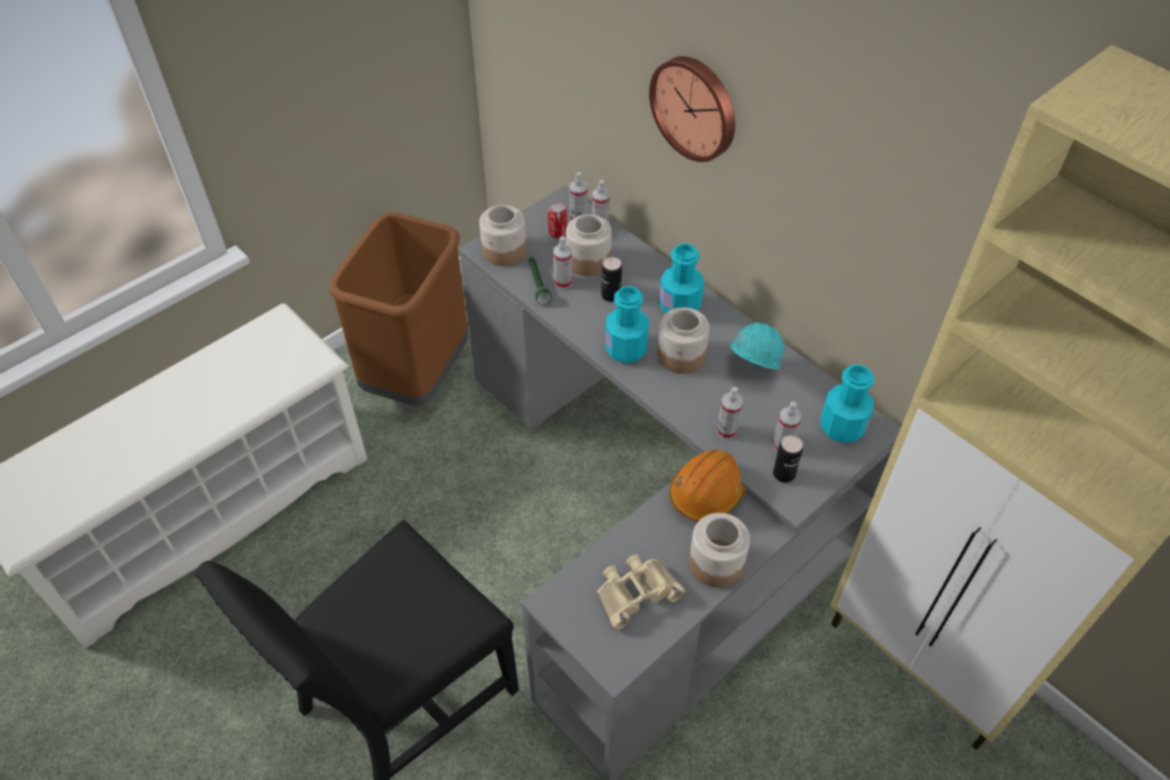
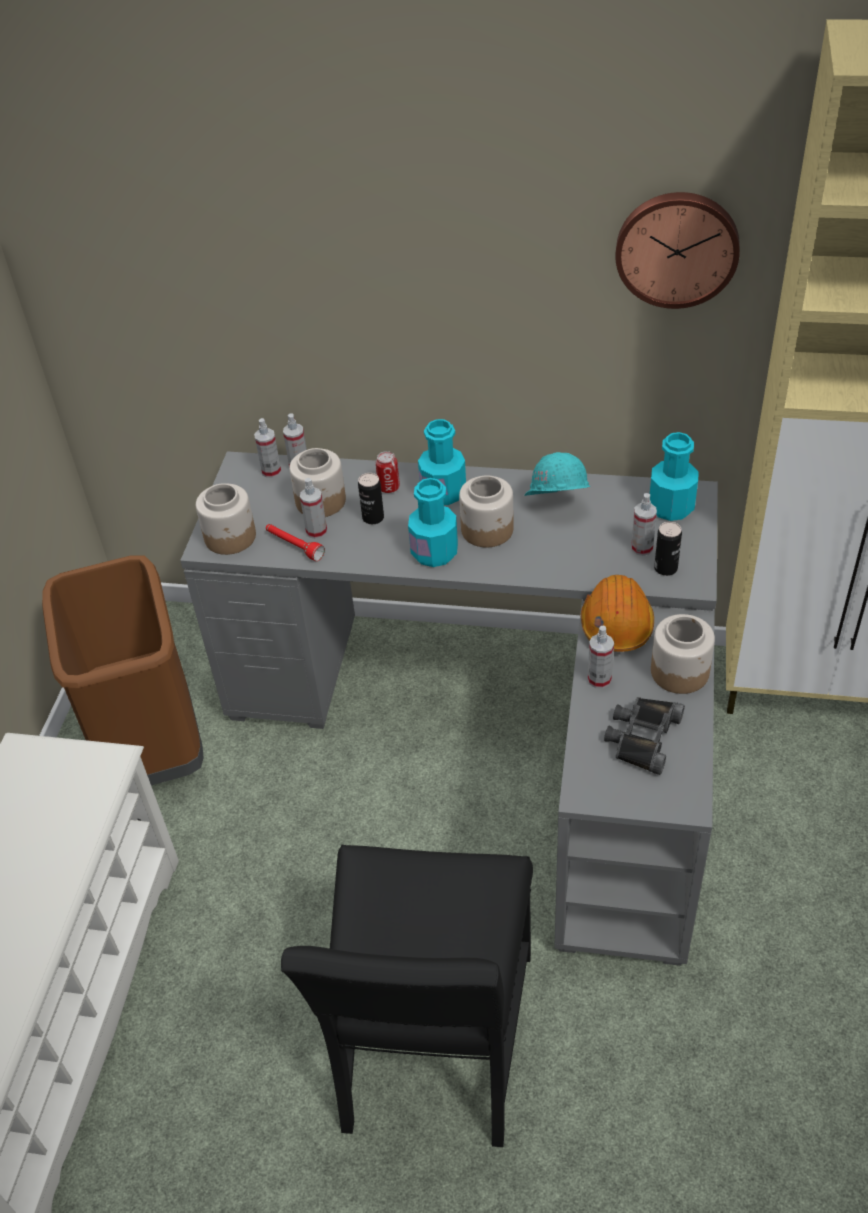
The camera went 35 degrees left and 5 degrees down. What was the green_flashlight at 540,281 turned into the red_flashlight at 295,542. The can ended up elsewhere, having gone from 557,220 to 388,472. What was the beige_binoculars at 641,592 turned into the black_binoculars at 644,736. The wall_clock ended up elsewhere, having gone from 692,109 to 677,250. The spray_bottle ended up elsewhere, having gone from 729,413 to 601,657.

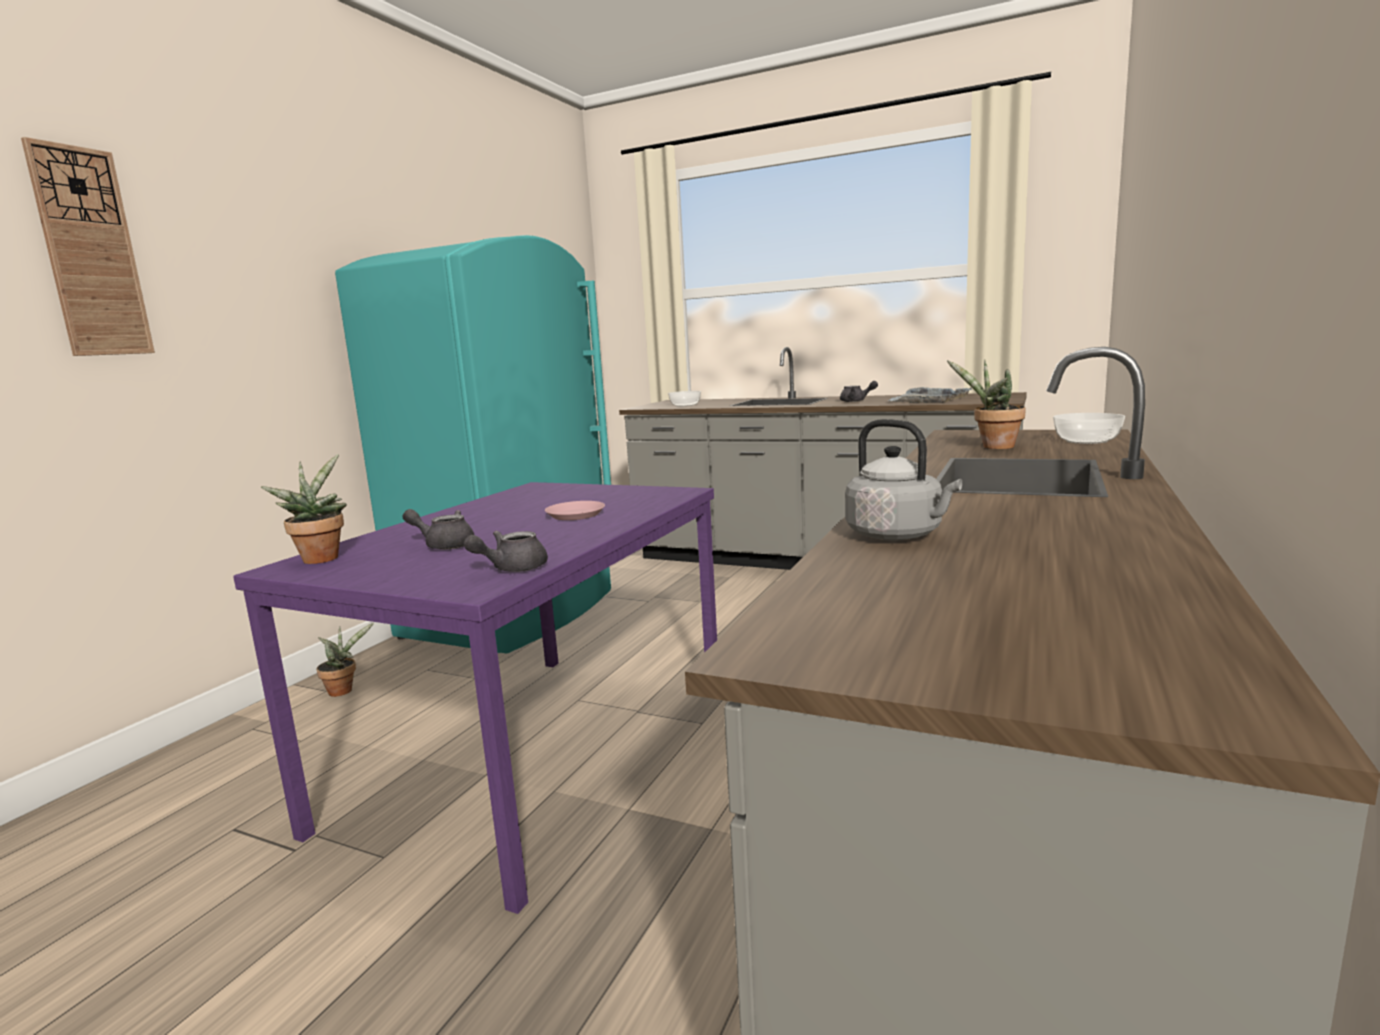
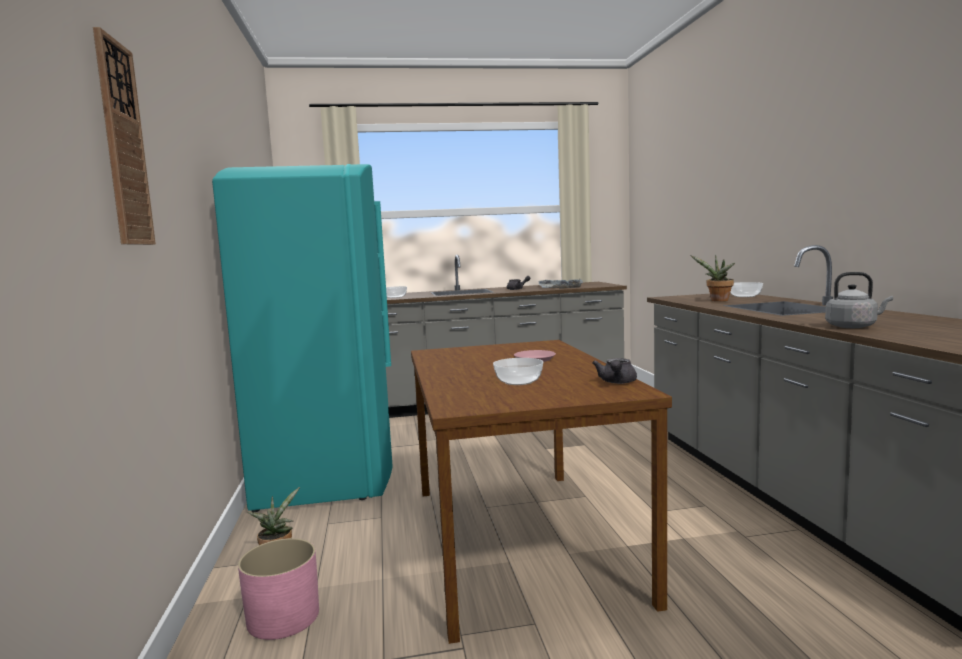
The camera went 35 degrees left and 5 degrees down. What was the purple_dining_table at 475,698 turned into the brown_dining_table at 541,492. The second view lost the potted_plant at 304,509. Where the grey_teapot stood at 438,529, the bowl came to stand at 518,371. The second view gained the pink_planter at 278,589.

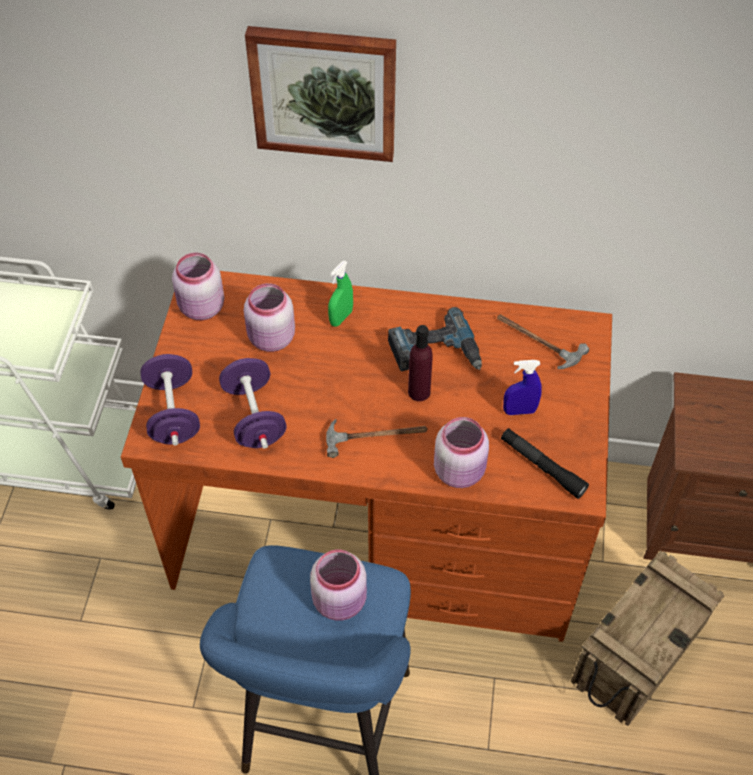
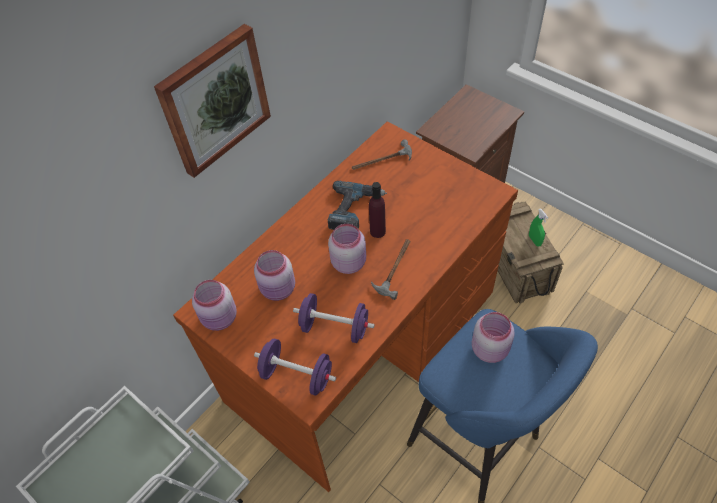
The camera went 55 degrees left and 0 degrees up. The green_spray_bottle ended up elsewhere, having gone from 340,293 to 538,228. The pink_jar ended up elsewhere, having gone from 461,452 to 347,249. The second view lost the black_flashlight at 545,463. The second view lost the blue_spray_bottle at 522,387.

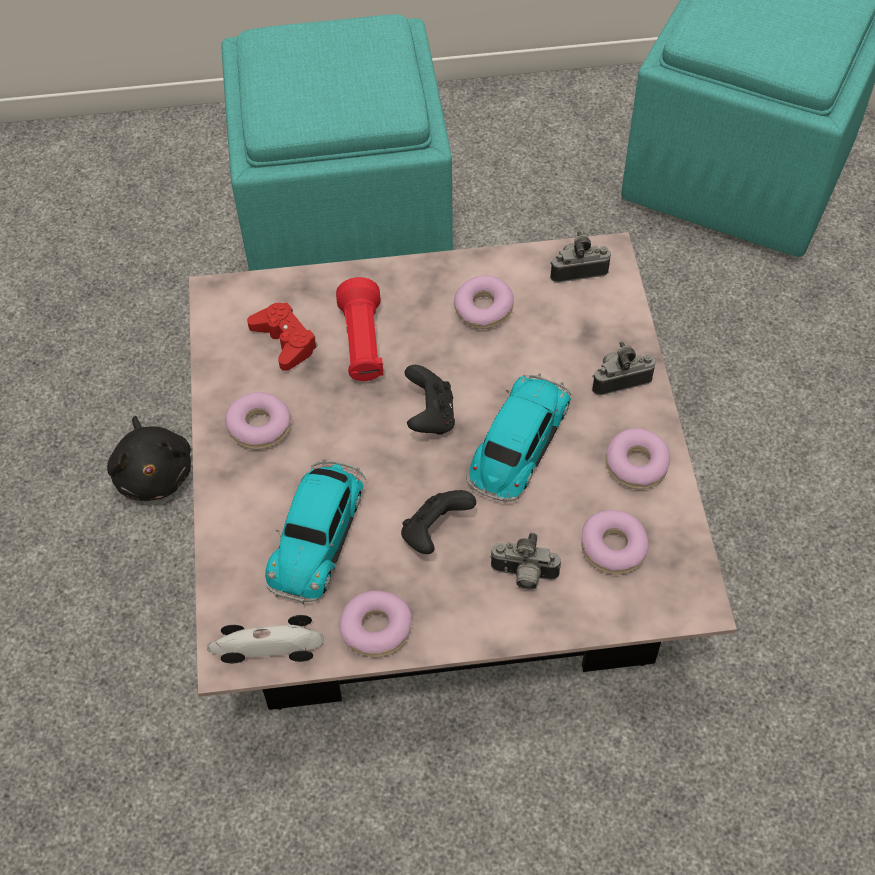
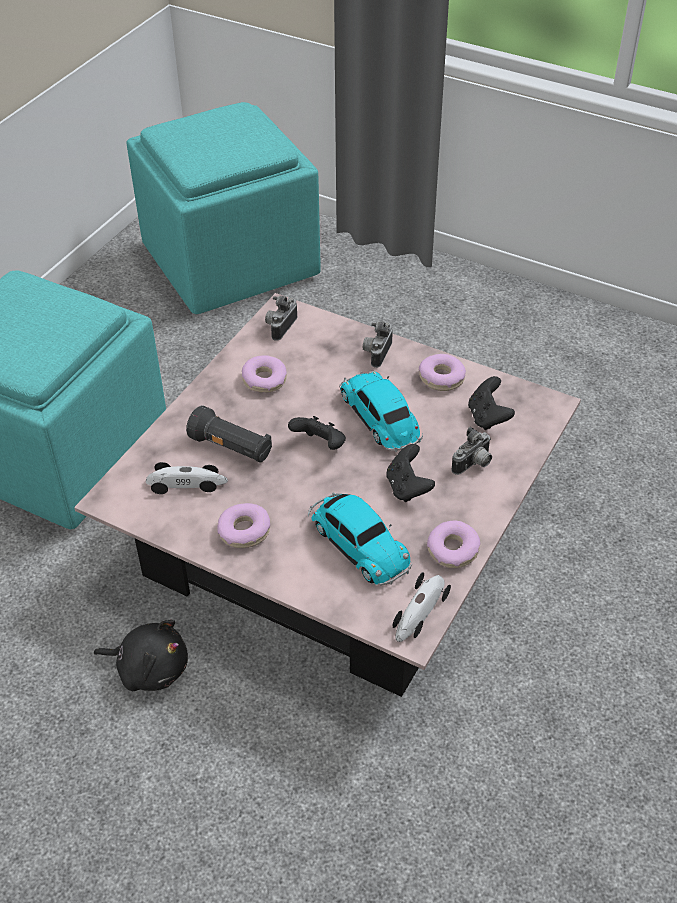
The camera went 55 degrees left and 10 degrees down. Where the red_game_controller stood at 282,337, the toy_car came to stand at 187,478. What was the red_flashlight at 360,329 turned into the black_flashlight at 229,434. Where the donut stood at 615,542, the black_game_controller came to stand at 491,403.

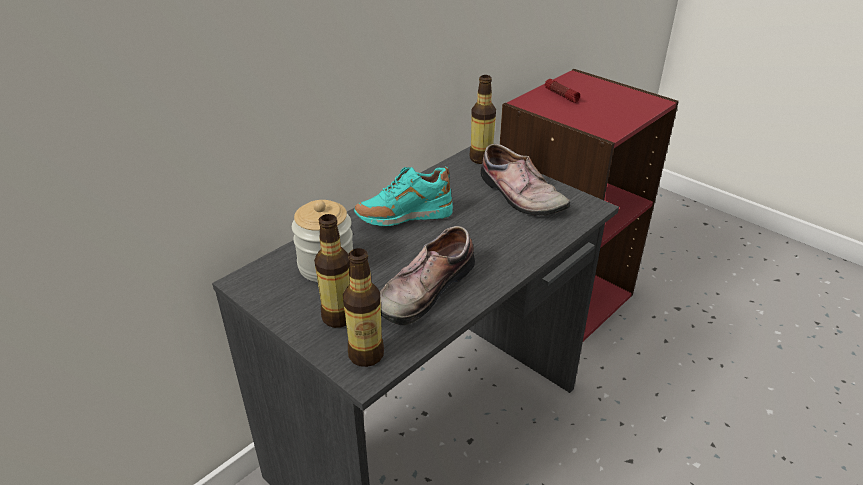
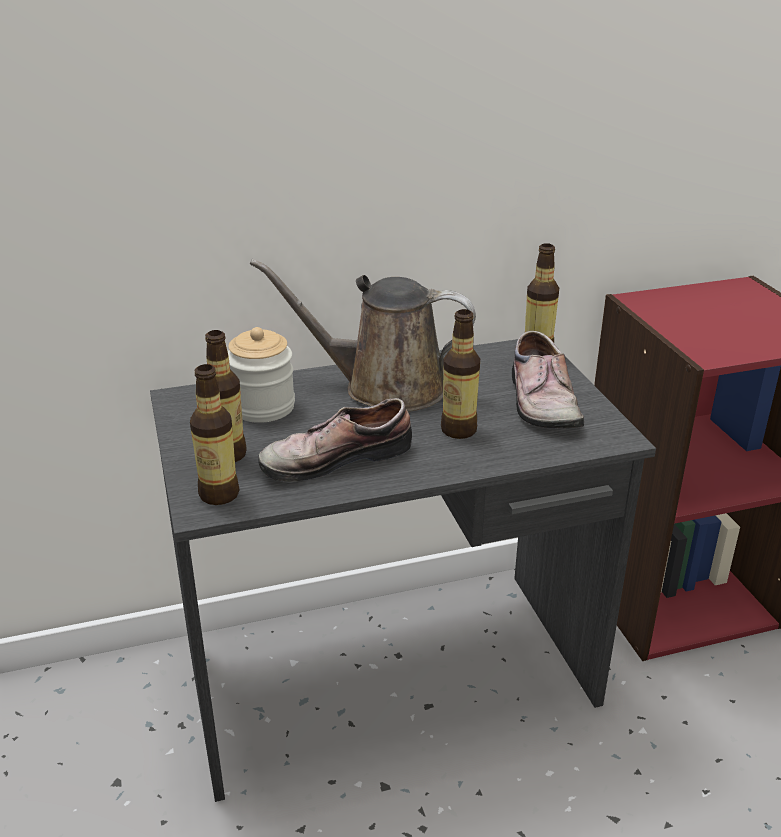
The camera went 30 degrees right and 5 degrees down. Where the turquoise_shoe stood at 403,196, the brown_watering_can came to stand at 363,335. The second view lost the flashlight at 562,91. The second view gained the bottle at 460,374.

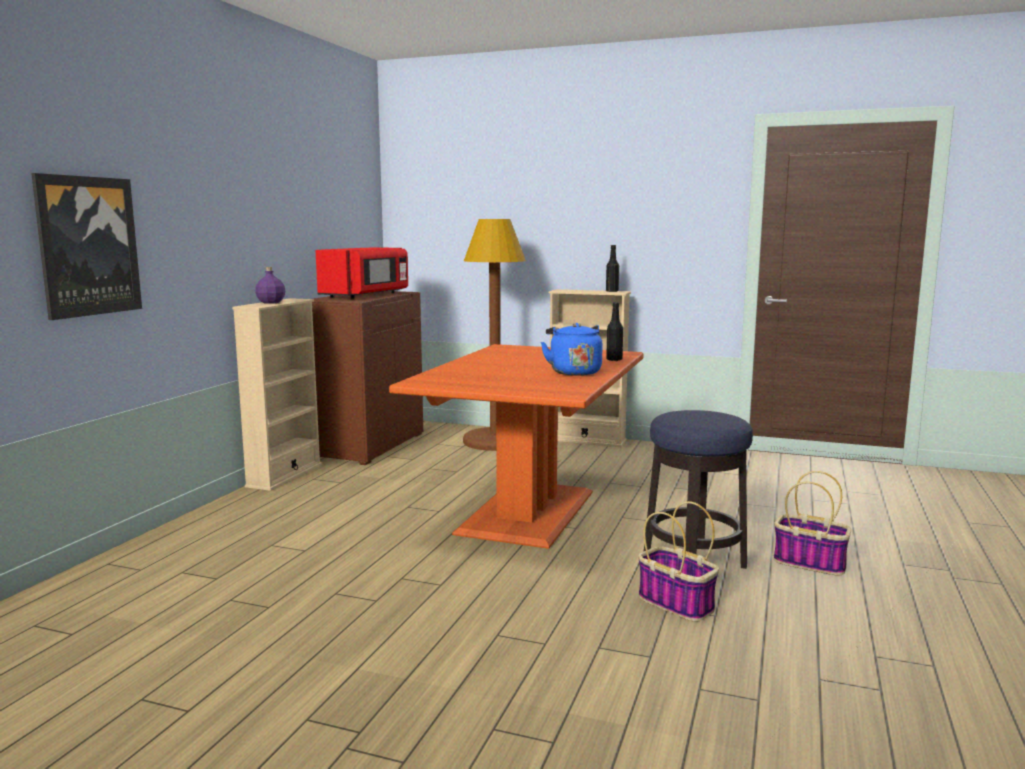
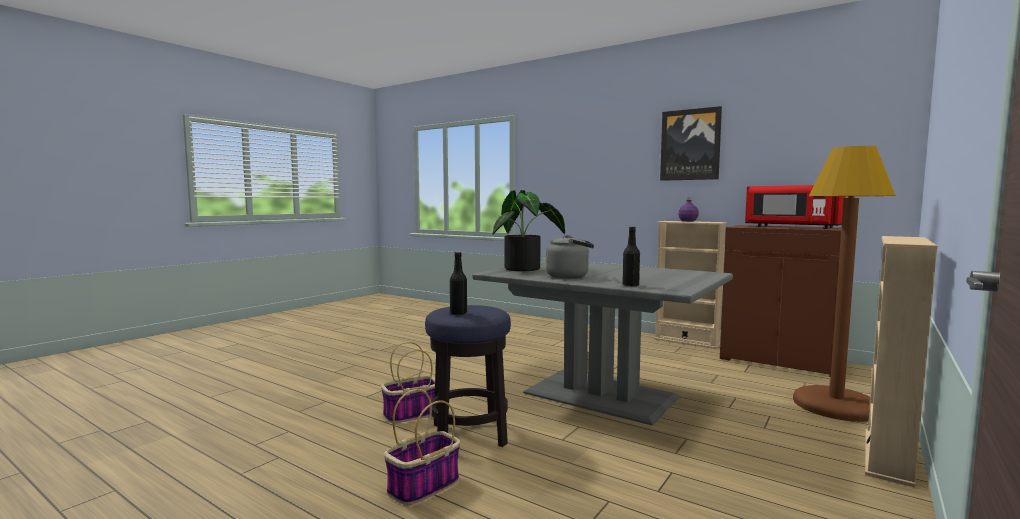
The camera went 105 degrees right and 5 degrees down. The picture ended up elsewhere, having gone from 86,246 to 691,143. What was the orange_dining_table at 516,446 turned into the grey_dining_table at 602,342. What was the blue_kettle at 572,349 turned into the grey_kettle at 570,256. The black_bottle ended up elsewhere, having gone from 612,268 to 458,283. The second view gained the potted_plant at 529,230.

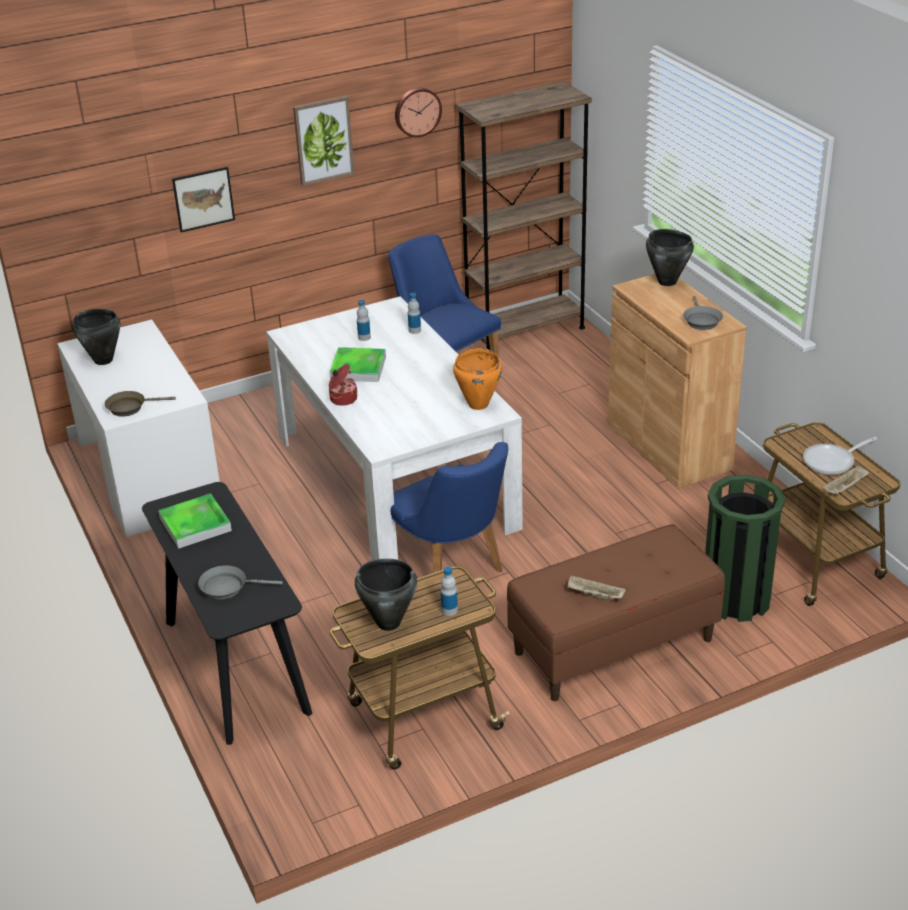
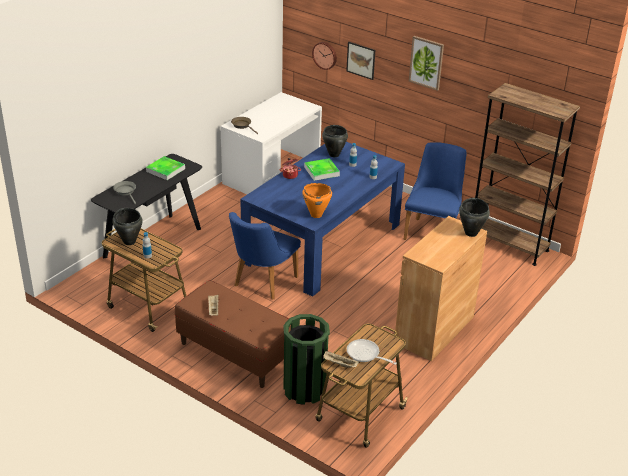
The camera went 60 degrees right and 0 degrees up. The black_cooking_pot ended up elsewhere, having gone from 96,337 to 335,141. What was the white_dining_table at 394,428 turned into the blue_dining_table at 322,219. The wall_clock ended up elsewhere, having gone from 418,113 to 324,56. The second view lost the grey_frying_pan at 703,313.

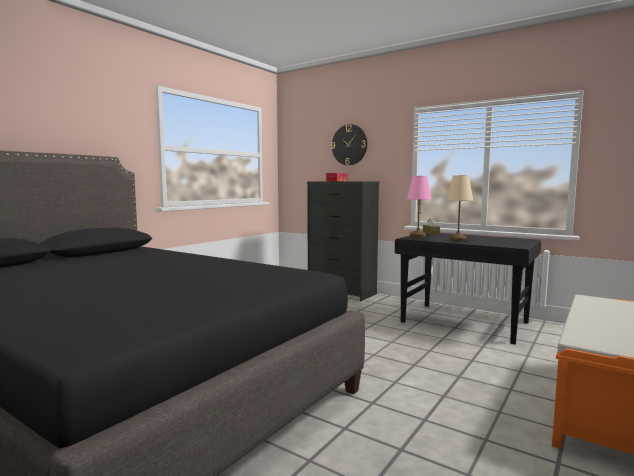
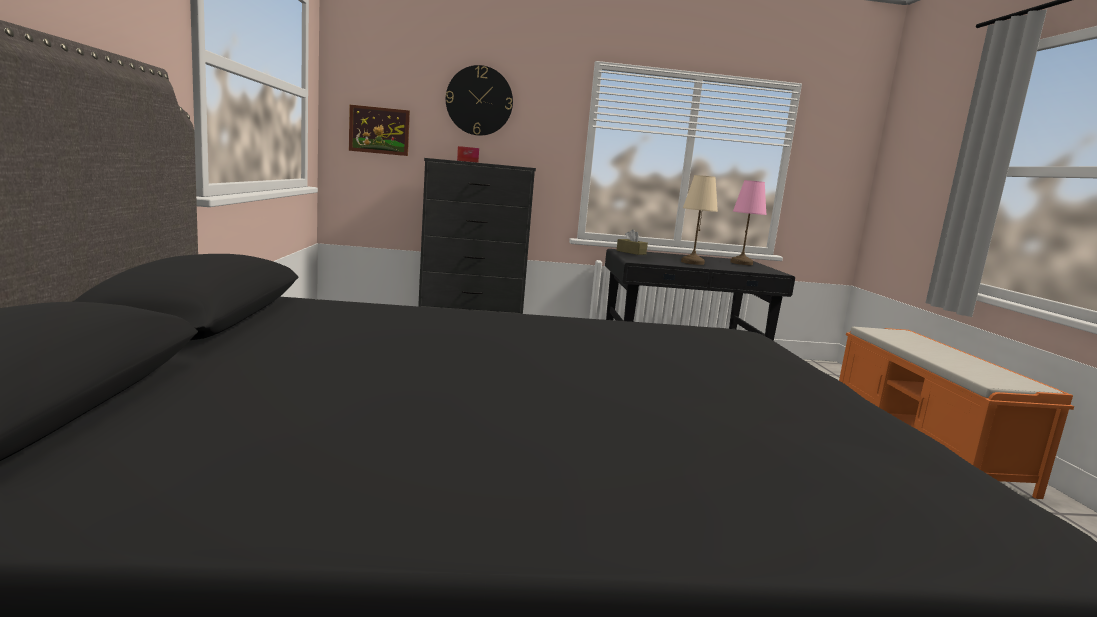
The camera went 40 degrees left and 5 degrees up. The pink_table_lamp ended up elsewhere, having gone from 419,206 to 748,222. The second view gained the picture at 379,130.

